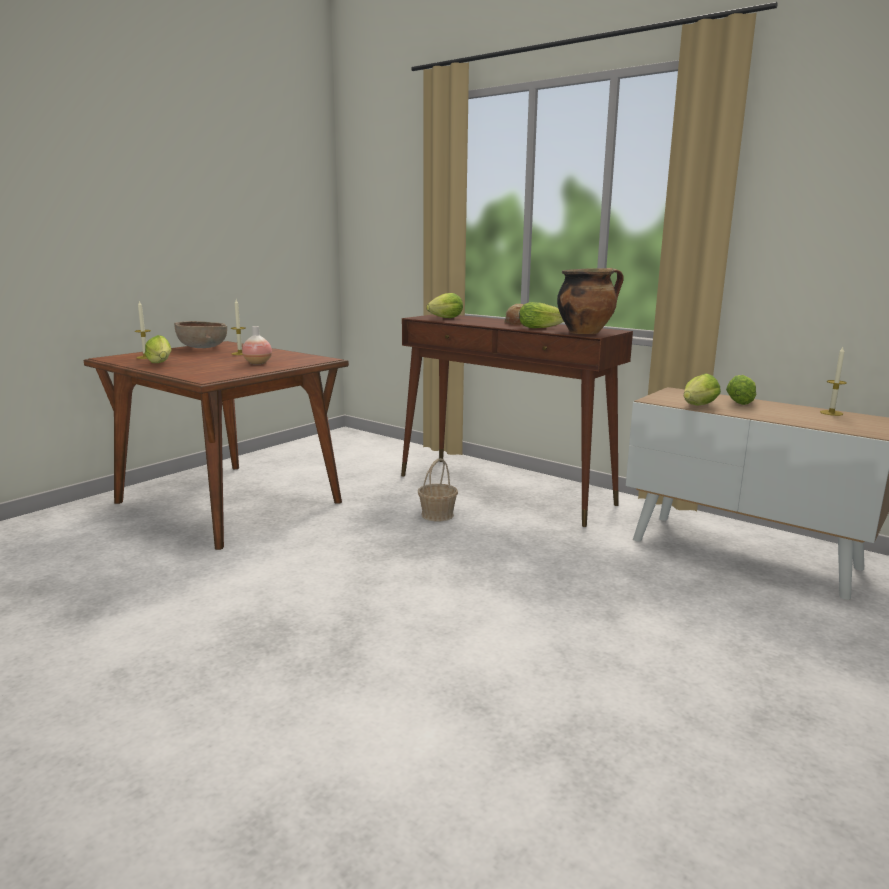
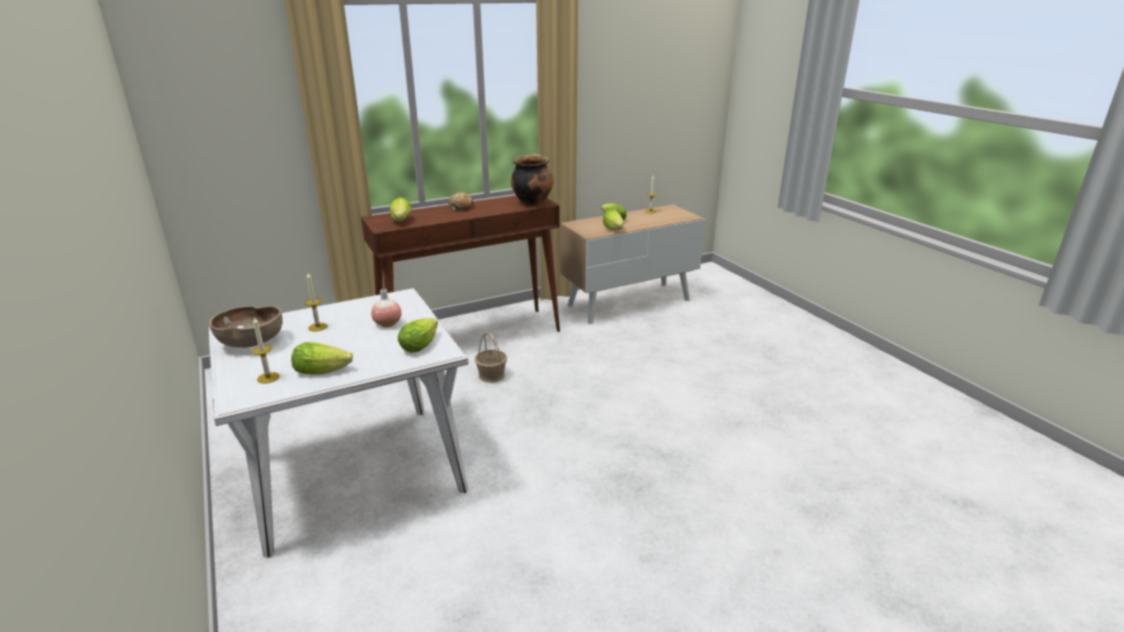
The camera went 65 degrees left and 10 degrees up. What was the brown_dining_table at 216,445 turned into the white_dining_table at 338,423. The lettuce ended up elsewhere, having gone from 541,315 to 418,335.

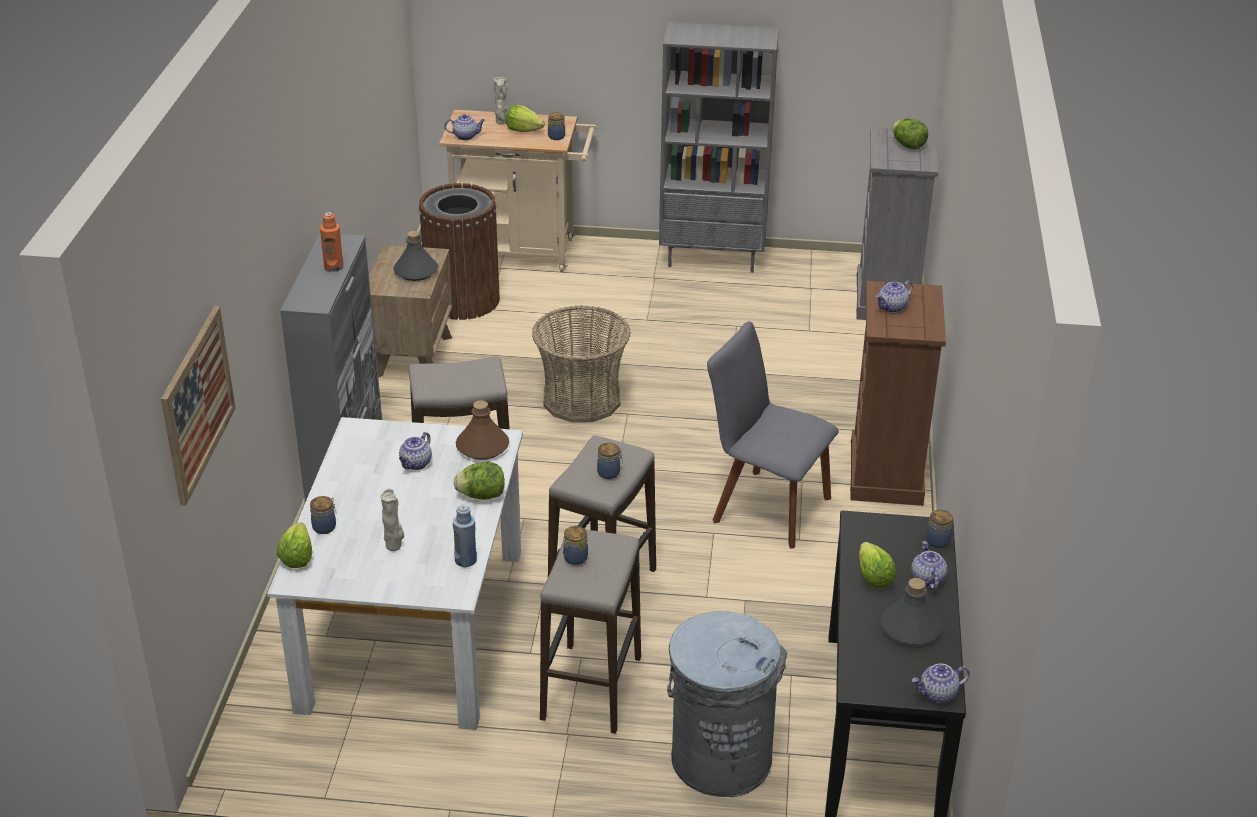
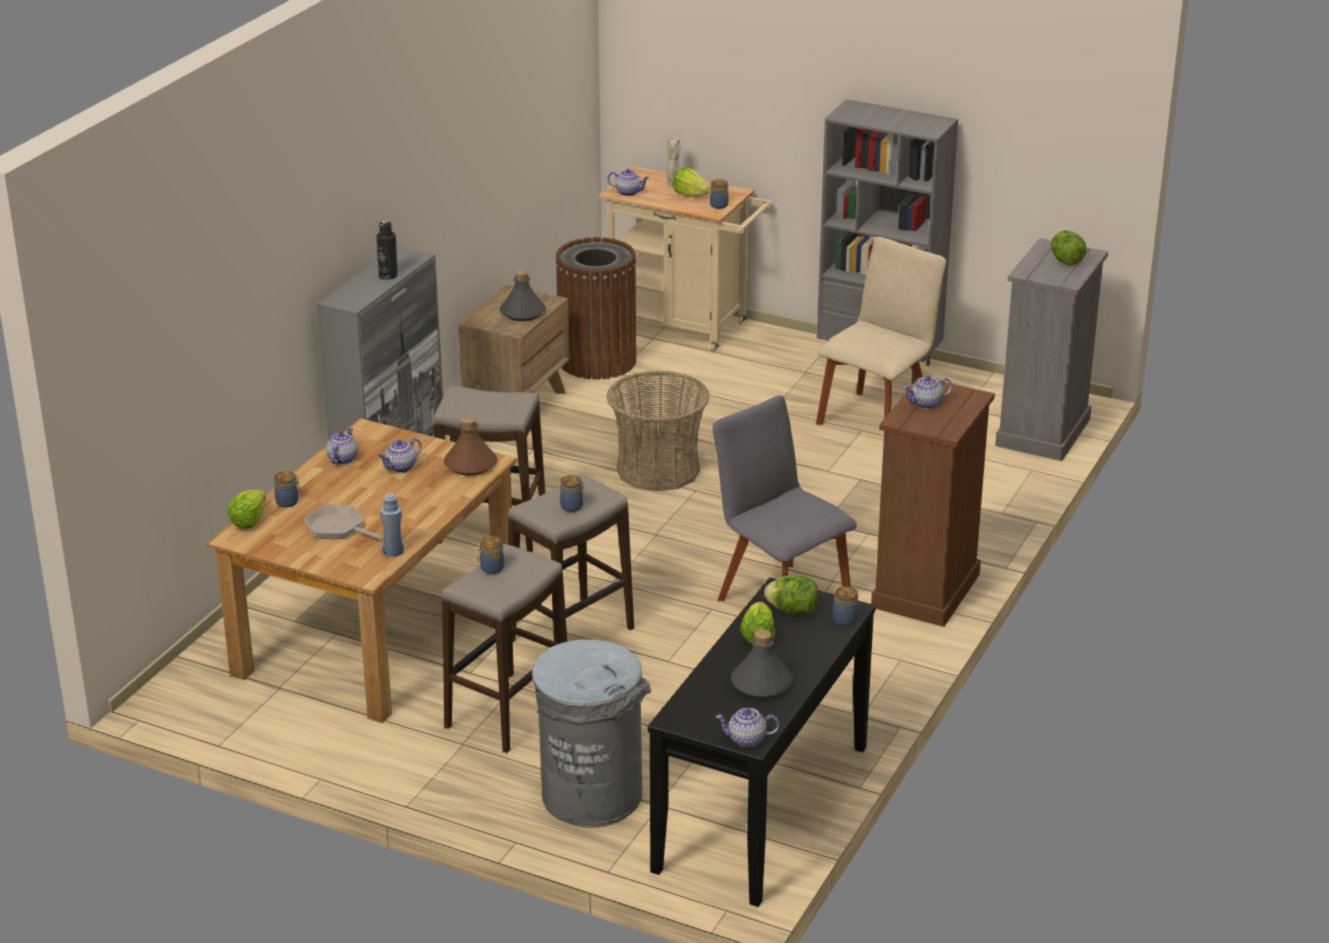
The camera went 20 degrees right and 5 degrees down. The second view lost the picture at 198,406. What was the white_dining_table at 395,573 turned into the brown_dining_table at 362,570. What was the orange_bottle at 331,242 turned into the black_bottle at 387,250. Where the beige_vase stood at 392,519, the frying_pan came to stand at 344,522. The lettuce ended up elsewhere, having gone from 479,481 to 791,595. The teapot ended up elsewhere, having gone from 929,565 to 342,446. The second view gained the beige_chair at 881,330.

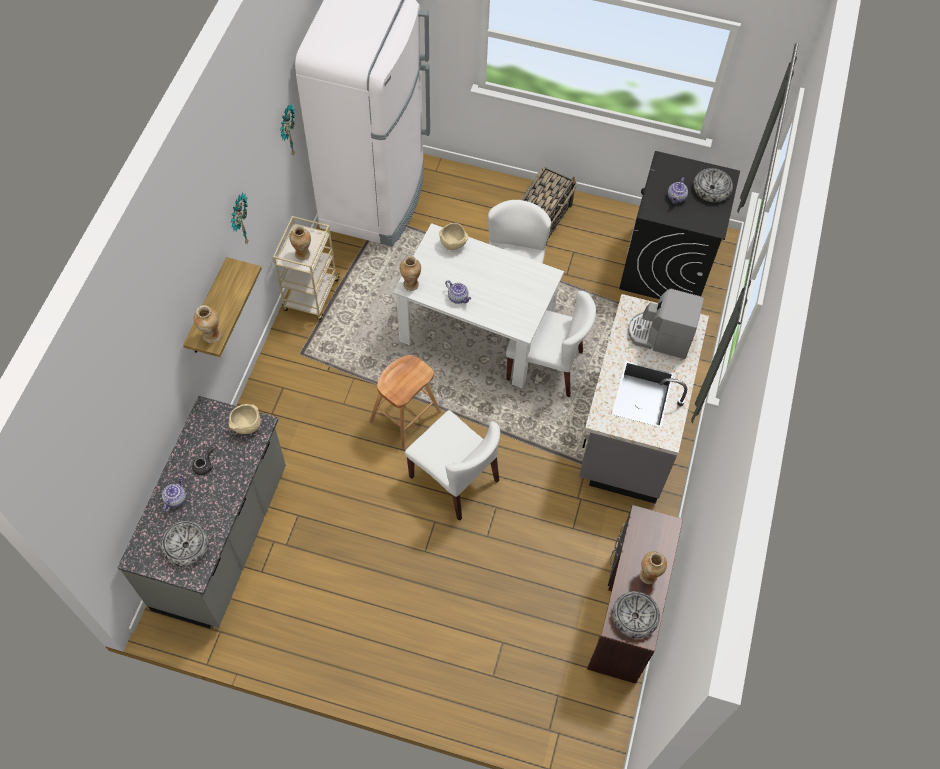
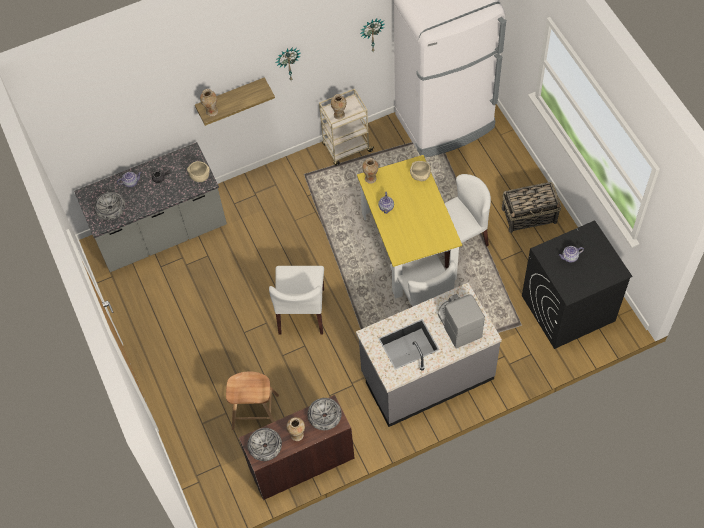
The camera went 55 degrees right and 0 degrees up. The brown_stool ended up elsewhere, having gone from 405,402 to 252,400. What was the white_dining_table at 478,305 turned into the yellow_dining_table at 409,227. The bowl ended up elsewhere, having gone from 713,185 to 325,414.

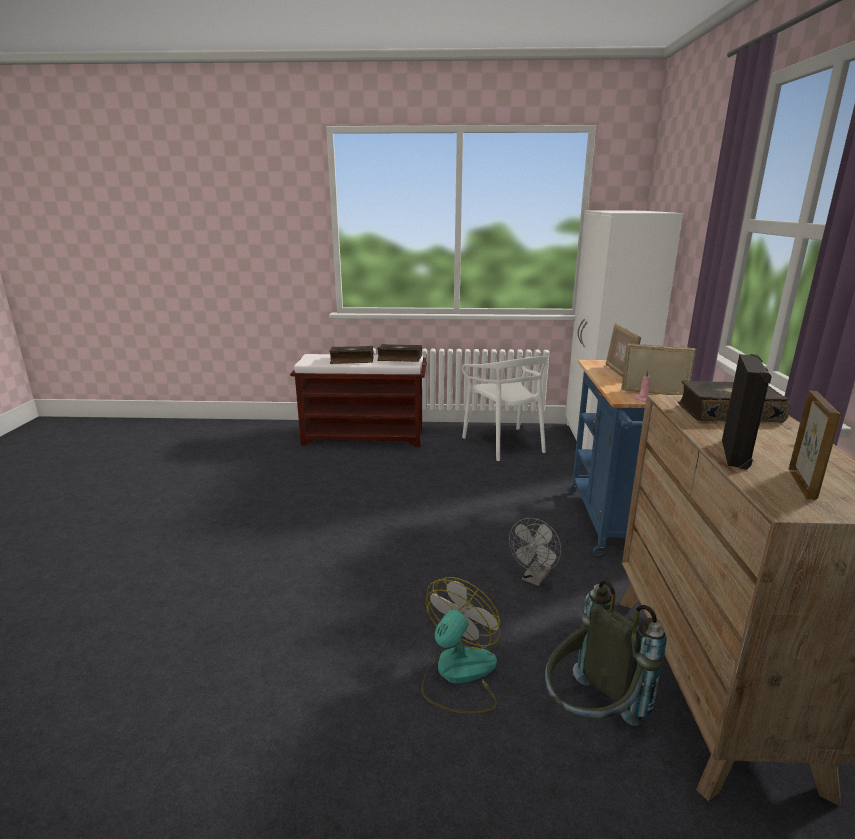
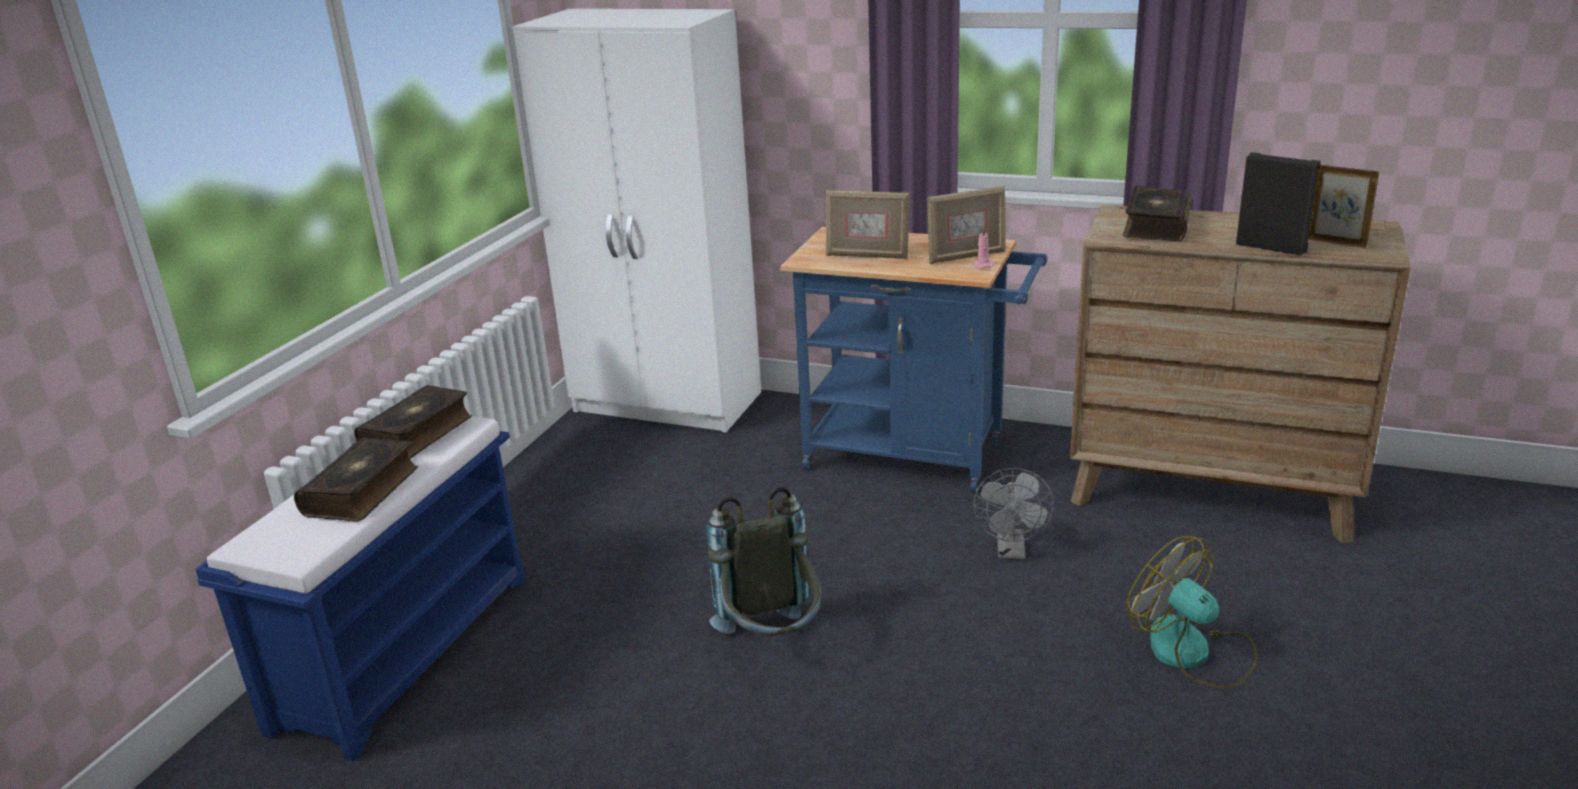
The camera went 70 degrees left and 5 degrees up. What was the brown_bench at 358,400 turned into the blue_bench at 360,588. The second view lost the white_chair at 505,408. The grey_fan at 535,552 ended up facing another way, 45 degrees clockwise from before. The grey_backpack ended up elsewhere, having gone from 606,653 to 763,561. The picture_frame at 658,369 ended up facing another way, 150 degrees counterclockwise from before.

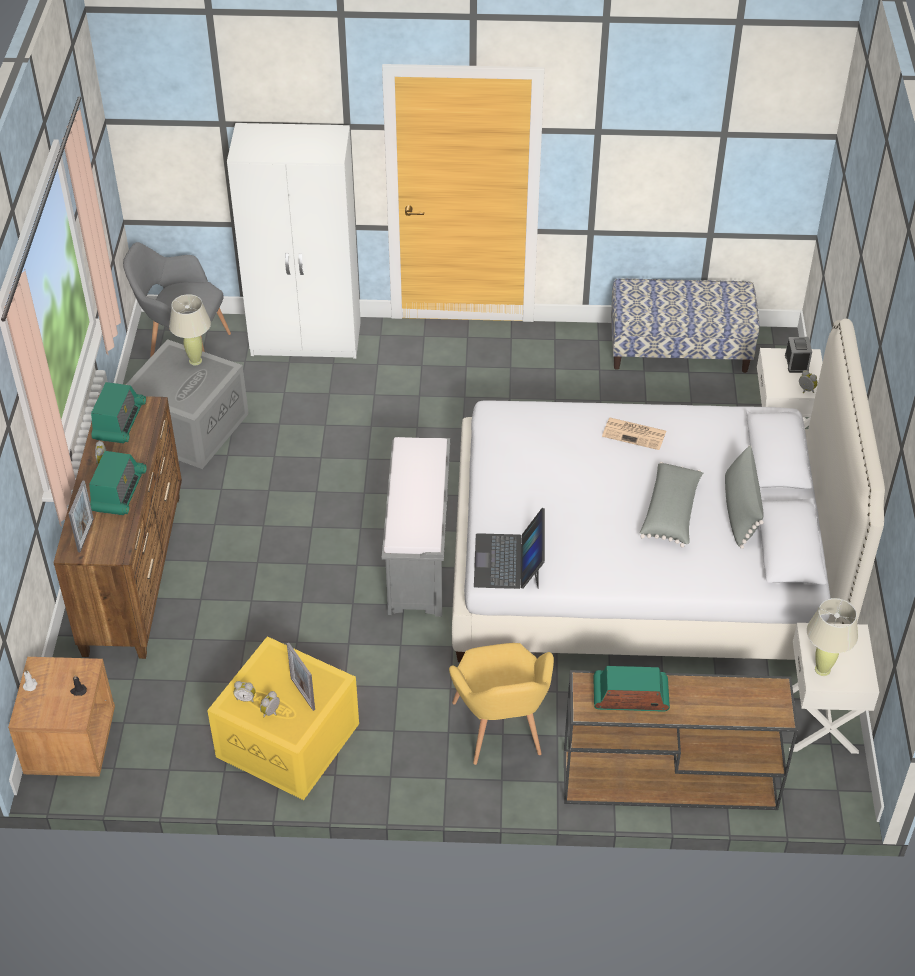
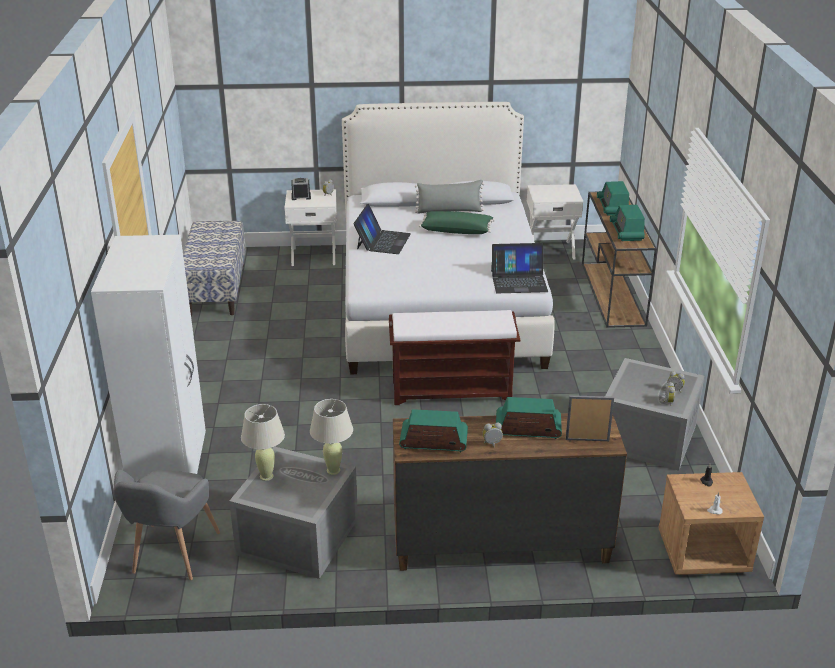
The camera went 95 degrees left and 15 degrees down. What was the yellow_storage_box at 283,718 turned into the grey_storage_box at 654,414. The second view lost the picture_frame at 301,677. What was the grey_bench at 416,527 turned into the brown_bench at 454,357. The second view lost the yellow_armchair at 501,704. Where the newspaper stood at 634,434, the laptop came to stand at 382,229. What was the grey_pillow at 671,504 turned into the green_pillow at 457,222. The beige_table_lamp ended up elsewhere, having gone from 832,637 to 331,437. The second view gained the radio at 613,198.

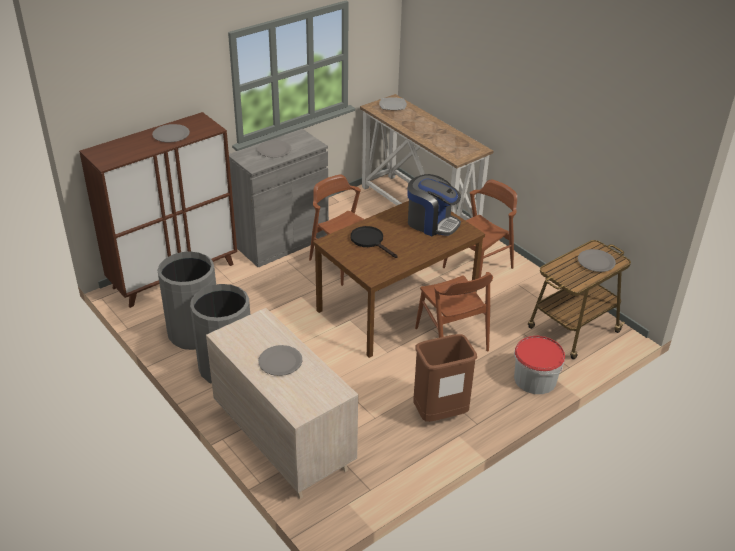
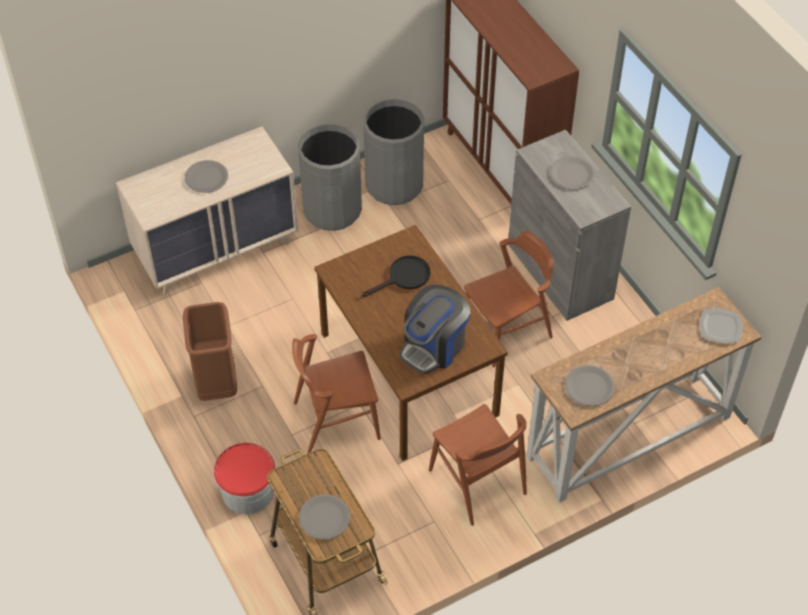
The camera went 100 degrees right and 15 degrees up. The grey_plate ended up elsewhere, having gone from 171,133 to 590,385.

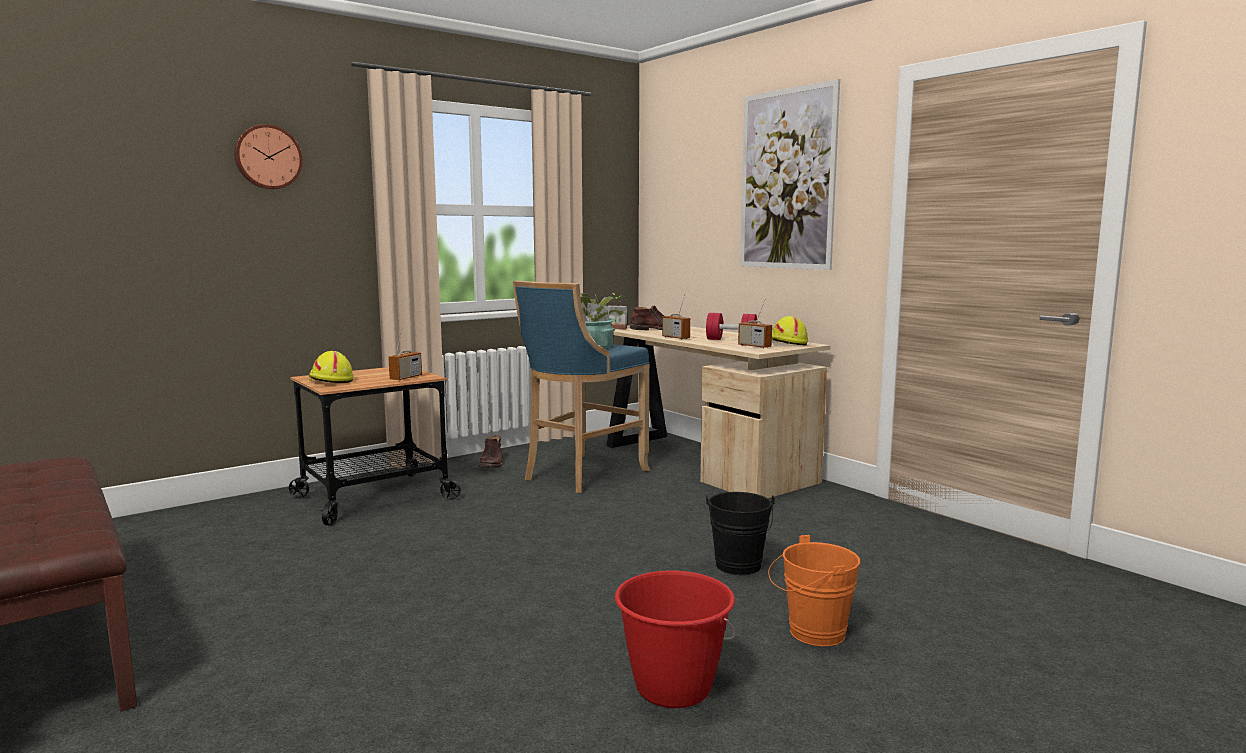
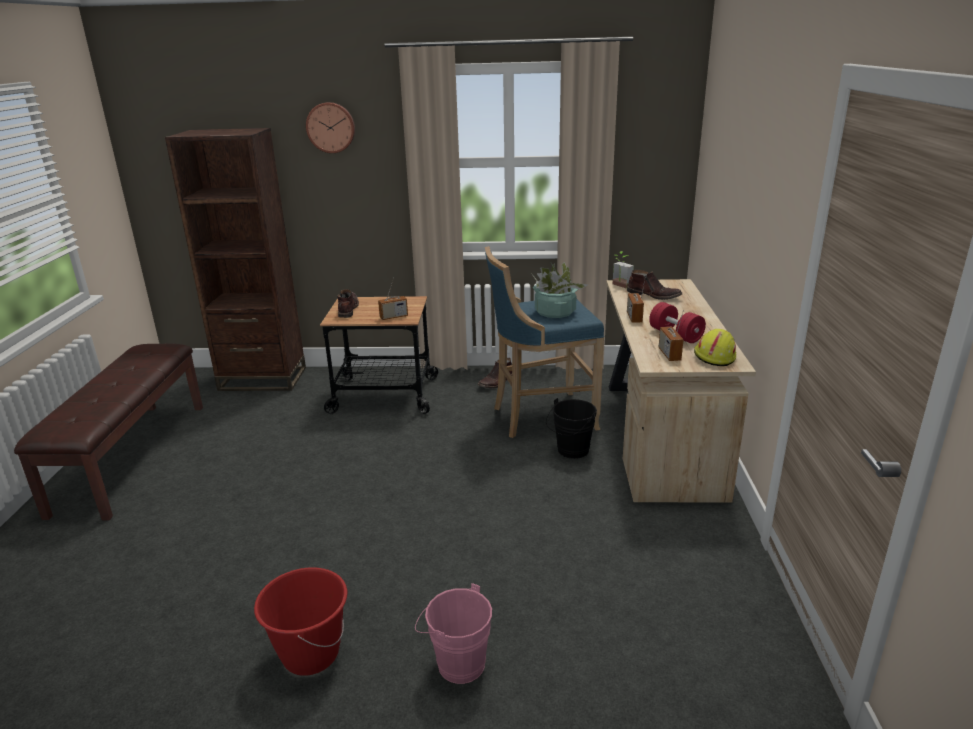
The camera went 40 degrees right and 15 degrees up. Where the yellow_hard_hat stood at 331,367, the brown_boot came to stand at 348,303. The black_bucket ended up elsewhere, having gone from 740,533 to 571,428. The second view lost the picture at 790,174. What was the orange_bucket at 814,590 turned into the pink_bucket at 453,633. The second view gained the brown_bookcase at 235,259.

